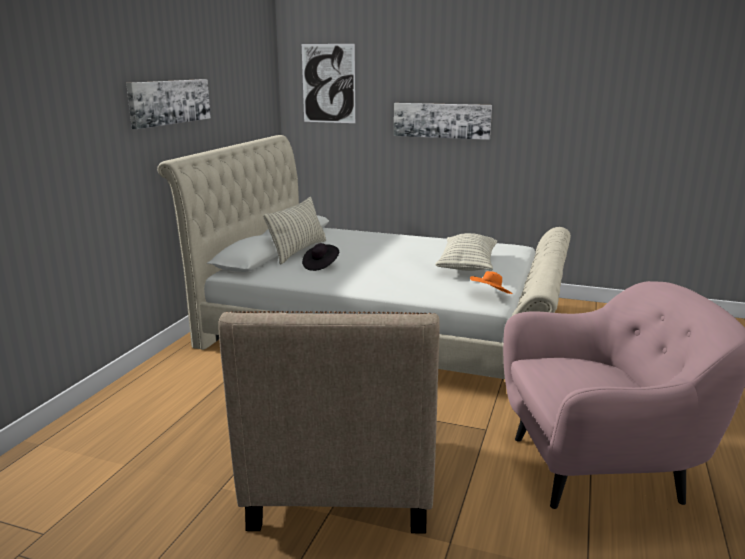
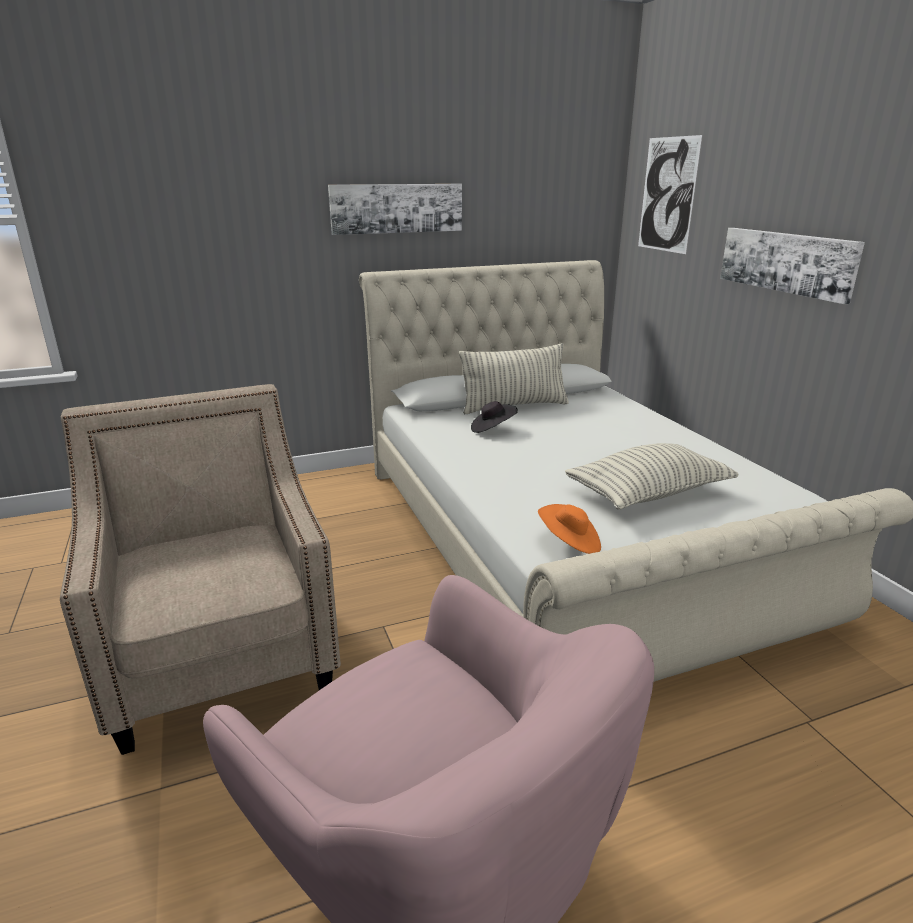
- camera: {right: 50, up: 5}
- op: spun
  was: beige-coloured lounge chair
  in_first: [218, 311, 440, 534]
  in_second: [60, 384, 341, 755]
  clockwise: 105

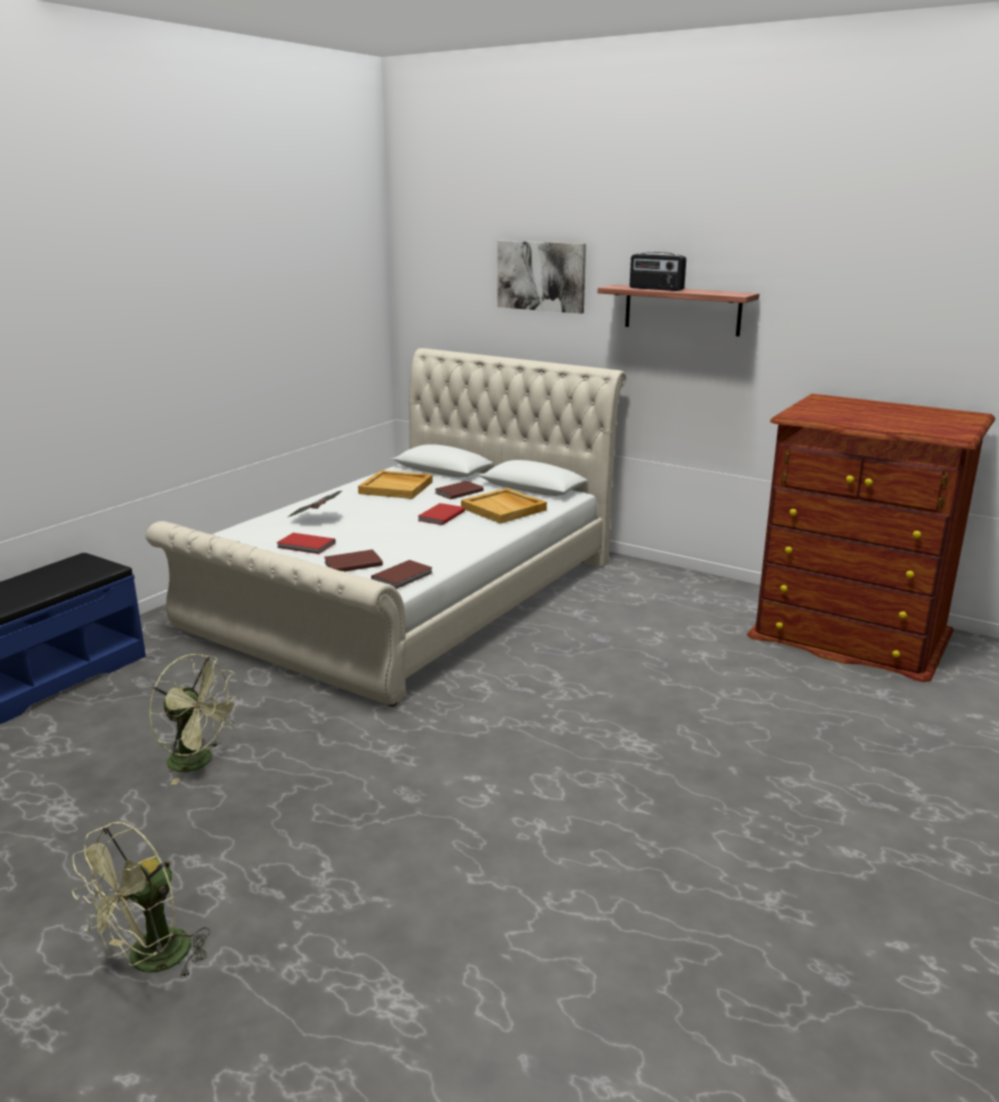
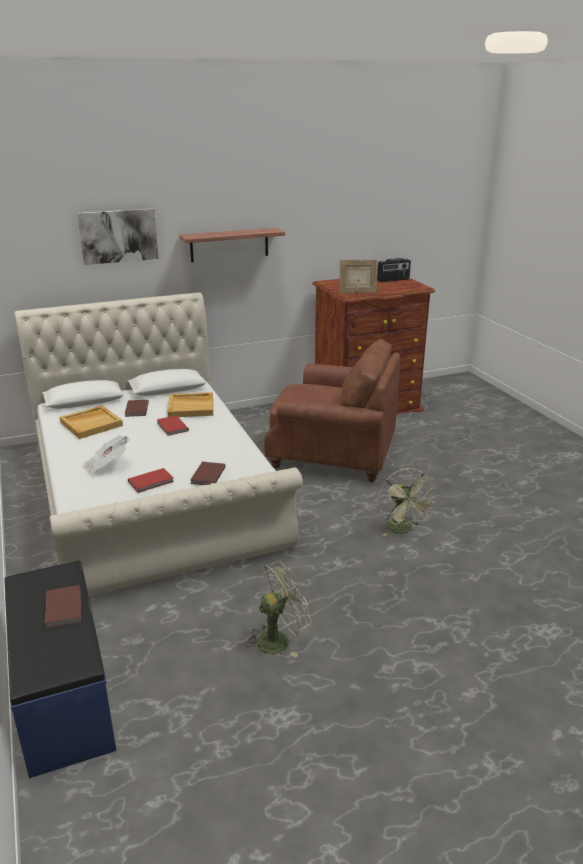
- camera: {right: -55, up: 5}
- op: appeared
  now: brown-coloured lounge chair
  in_second: [264, 338, 400, 482]
- op: appeared
  now: picture frame
  in_second: [340, 259, 377, 293]
- op: relocated
  was: green cooling fan
  in_first: [72, 822, 210, 979]
  in_second: [378, 468, 435, 537]
- op: relocated
  was: brown-coloured volume
  in_first: [371, 560, 433, 589]
  in_second: [45, 585, 81, 628]
- op: relocated
  was: radio
  in_first: [630, 252, 686, 291]
  in_second: [377, 258, 411, 282]

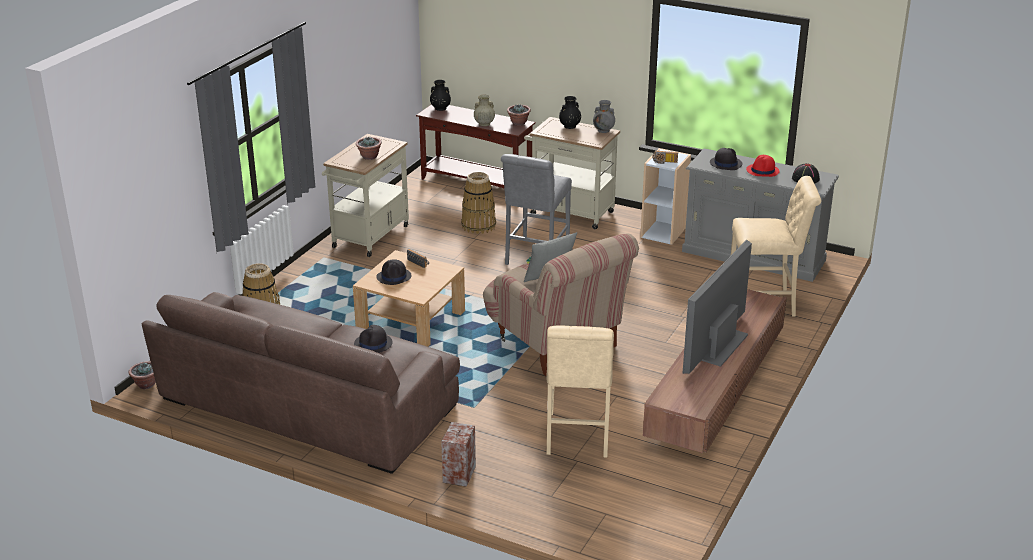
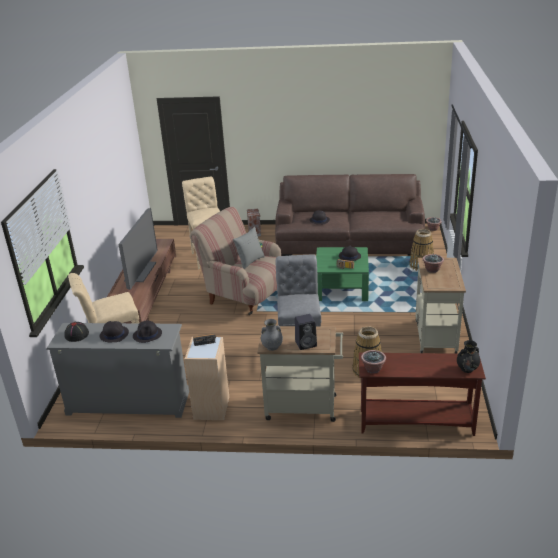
- camera: {right: 160, up: 0}
- op: missing
  was: beige-coloured vase
  in_first: [474, 94, 495, 126]
- op: exchanged
  was: black vase
  now: black loudspeaker
  in_first: [559, 96, 581, 129]
  in_second: [295, 314, 317, 350]
- op: colour
  was: brown-coloured coffee table
  now: green coffee table
  in_first: [353, 250, 465, 347]
  in_second: [316, 247, 369, 301]
- op: colour
  was: red-coloured hat
  now: black hat
  in_first: [746, 155, 780, 177]
  in_second: [99, 321, 129, 342]

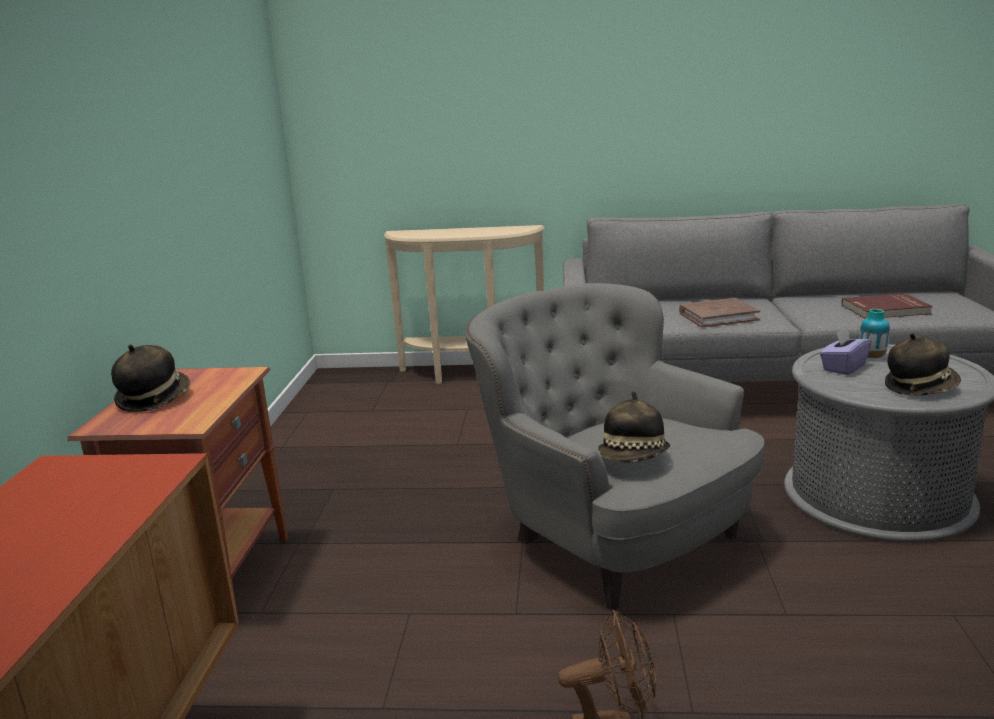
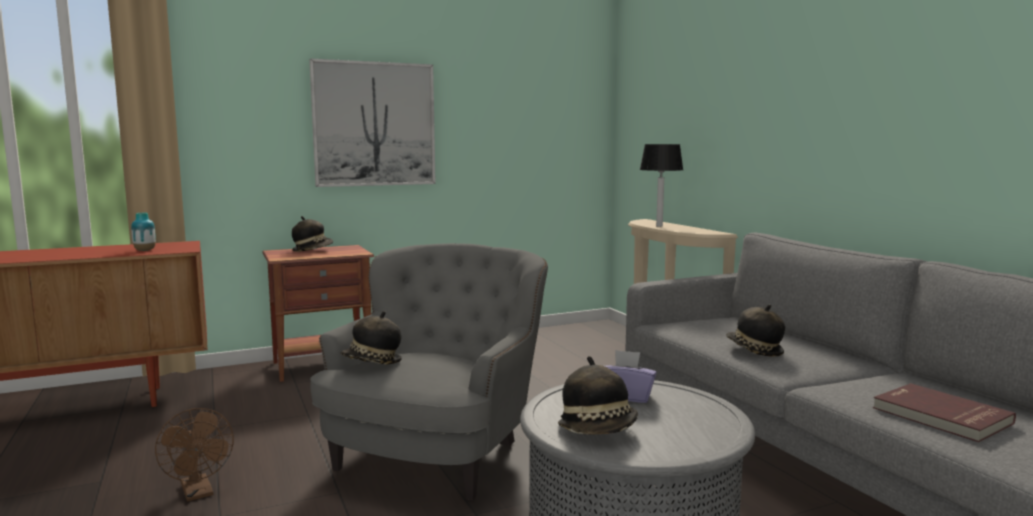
- camera: {right: 60, up: -10}
- op: appeared
  now: wall picture
  in_second: [309, 58, 436, 187]
- op: appeared
  now: tabletop lamp
  in_second: [640, 144, 683, 227]
- op: relocated
  was: vase
  in_first: [859, 309, 890, 358]
  in_second: [131, 213, 156, 251]
- op: exchanged
  was: brown-coloured volume
  now: hat
  in_first: [679, 298, 760, 328]
  in_second: [726, 305, 785, 357]

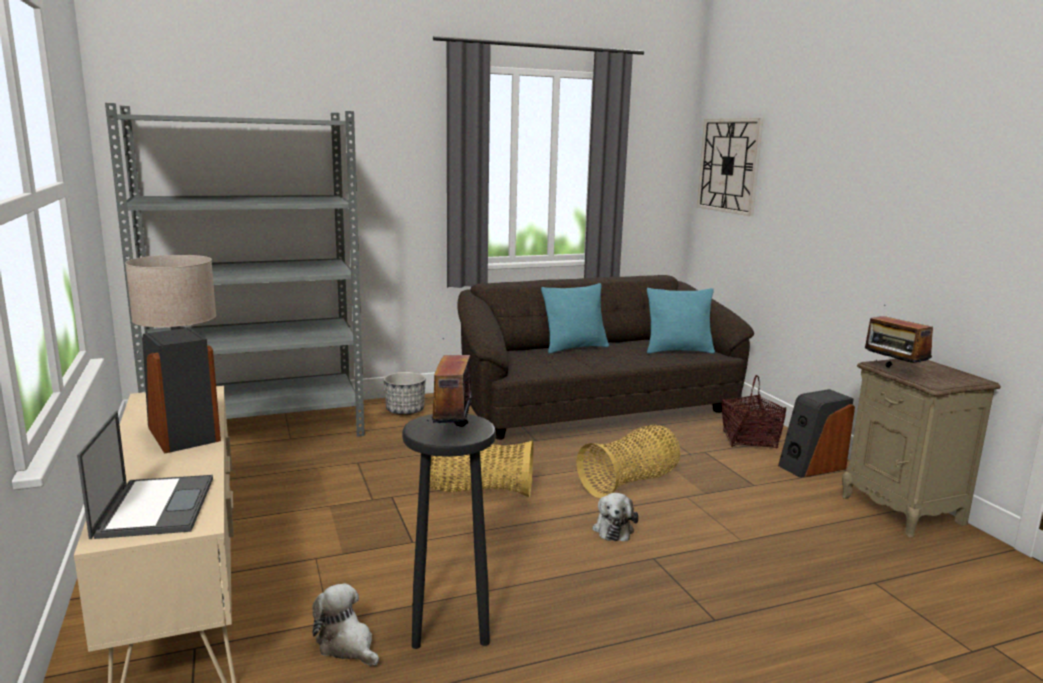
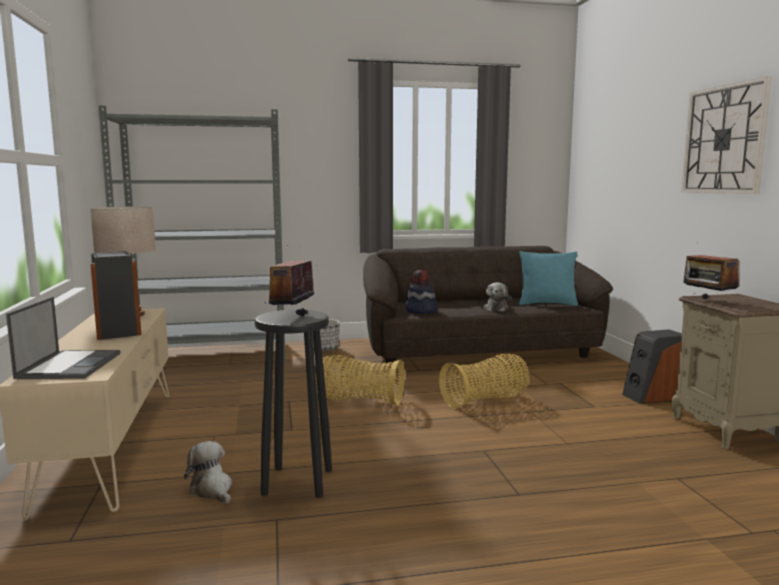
- camera: {right: 10, up: -5}
- op: missing
  was: turquoise cushion
  in_first: [541, 283, 609, 354]
- op: missing
  was: household basket
  in_first: [722, 375, 786, 449]
- op: appeared
  now: hat
  in_second: [405, 270, 437, 314]
- op: relocated
  was: soft toy
  in_first: [592, 493, 639, 541]
  in_second: [484, 282, 512, 311]
- op: relocated
  was: wall clock
  in_first: [697, 118, 763, 216]
  in_second: [681, 76, 772, 194]

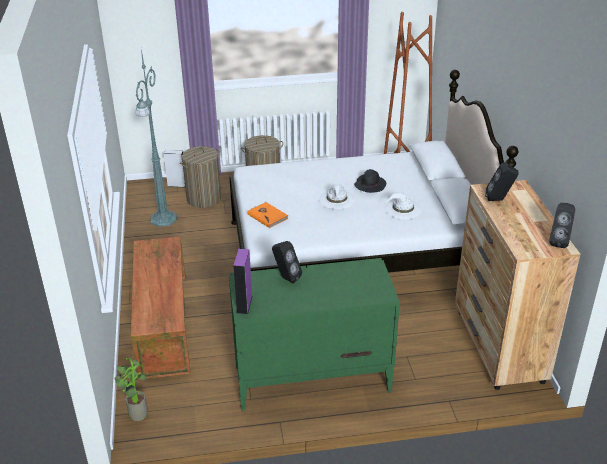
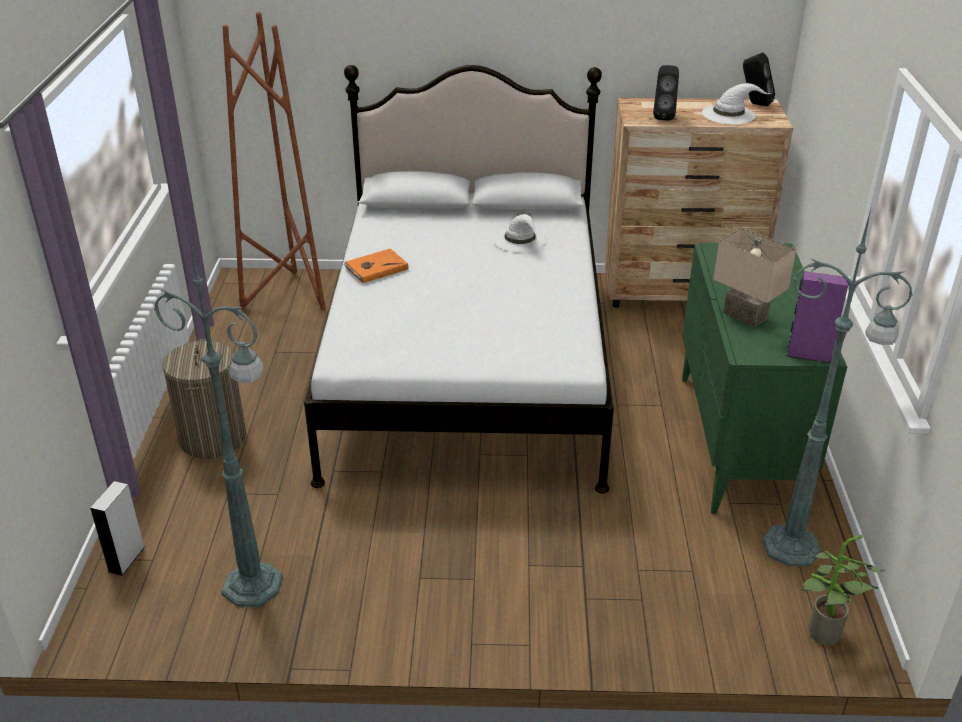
- camera: {right: -80, up: 0}
- op: missing
  was: brown-coloured bench
  in_first: [130, 236, 191, 380]
- op: missing
  was: washing basket
  in_first: [180, 146, 221, 208]
- op: missing
  was: black hat
  in_first: [354, 169, 386, 193]
- op: appeared
  now: green floor lamp
  in_second: [762, 206, 913, 566]
- op: relocated
  was: orange volume
  in_first: [247, 202, 288, 228]
  in_second: [343, 248, 408, 283]
- op: relocated
  was: white hat
  in_first: [319, 184, 355, 209]
  in_second: [702, 83, 771, 124]
- op: exchanged
  was: black loudspeaker
  now: beige-coloured tabletop lamp
  in_first: [272, 241, 302, 284]
  in_second: [713, 228, 796, 327]

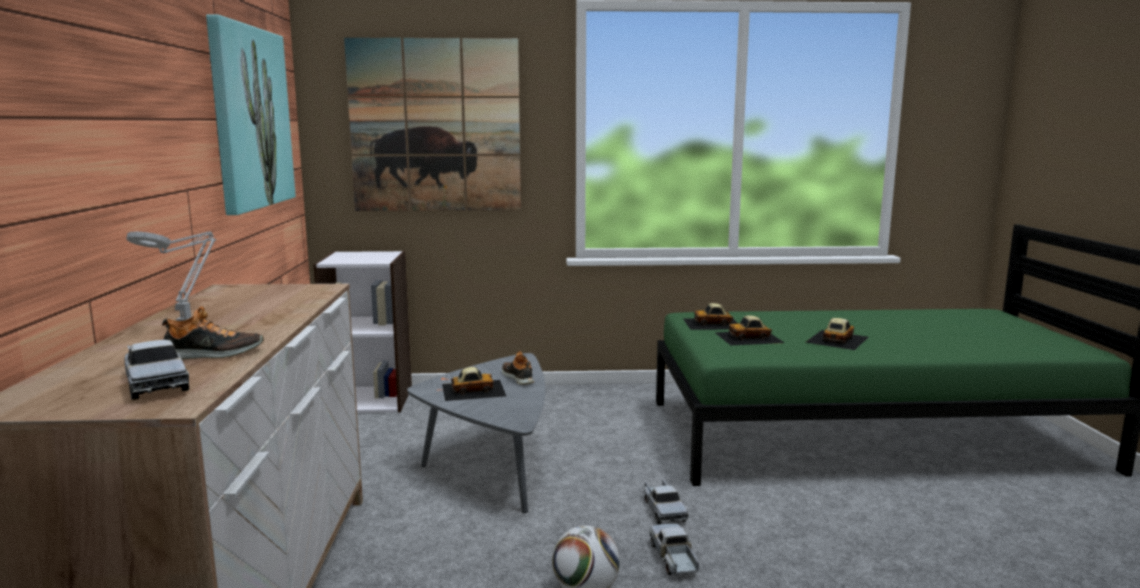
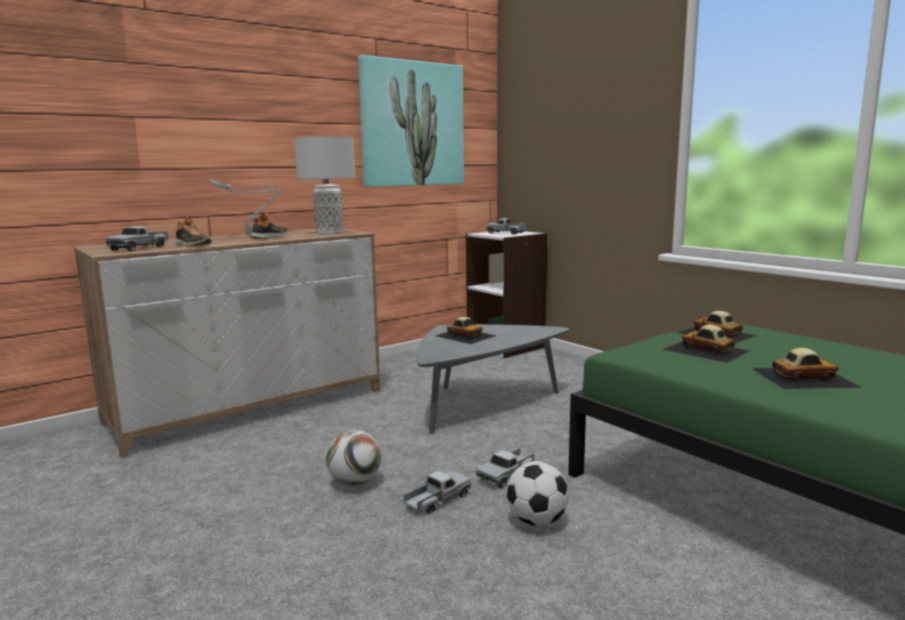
- camera: {right: 55, up: 0}
- op: missing
  was: wall picture
  in_first: [344, 37, 521, 211]
- op: appeared
  now: white tabletop lamp
  in_second: [295, 136, 356, 234]
- op: appeared
  now: model truck
  in_second: [486, 218, 527, 234]
- op: appeared
  now: football ball
  in_second: [506, 461, 569, 526]
- op: relocated
  was: item of footwear
  in_first: [502, 351, 534, 385]
  in_second: [250, 212, 288, 239]

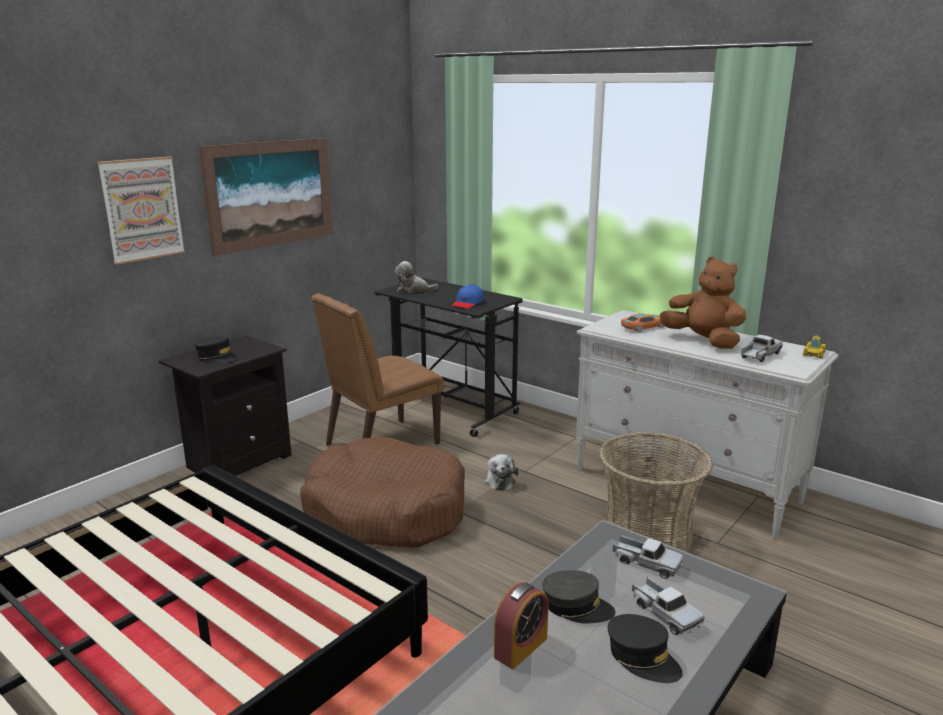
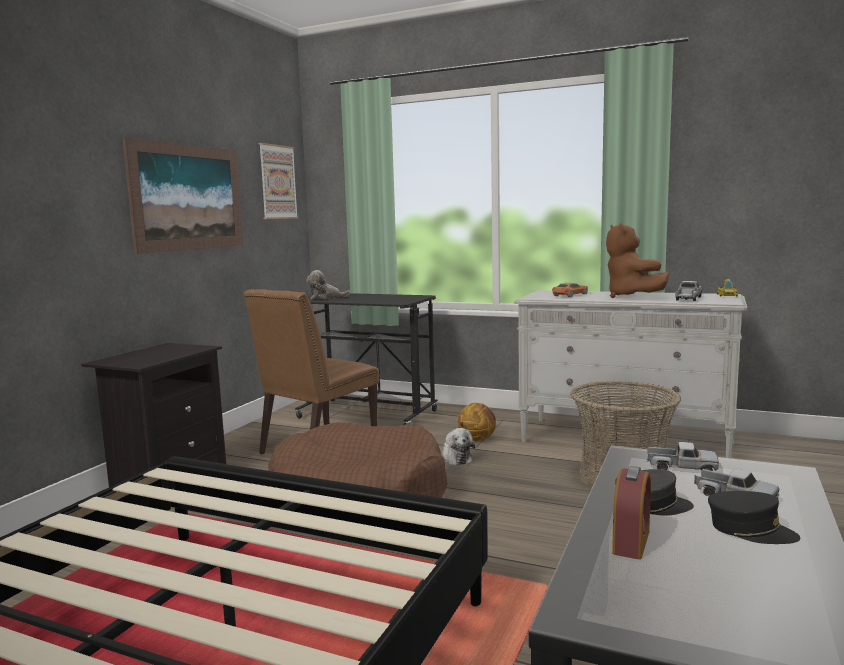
- camera: {right: -15, up: -10}
- op: missing
  was: black baseball cap
  in_first: [194, 337, 238, 363]
- op: missing
  was: blue-coloured baseball cap
  in_first: [452, 284, 483, 309]
- op: appeared
  now: basketball
  in_second: [458, 403, 496, 441]
- op: relocated
  was: wall picture
  in_first: [97, 156, 185, 265]
  in_second: [258, 143, 299, 219]
- op: spun
  was: brown-coloured soft toy
  in_first: [660, 257, 746, 349]
  in_second: [606, 223, 669, 298]
  clockwise: -135

